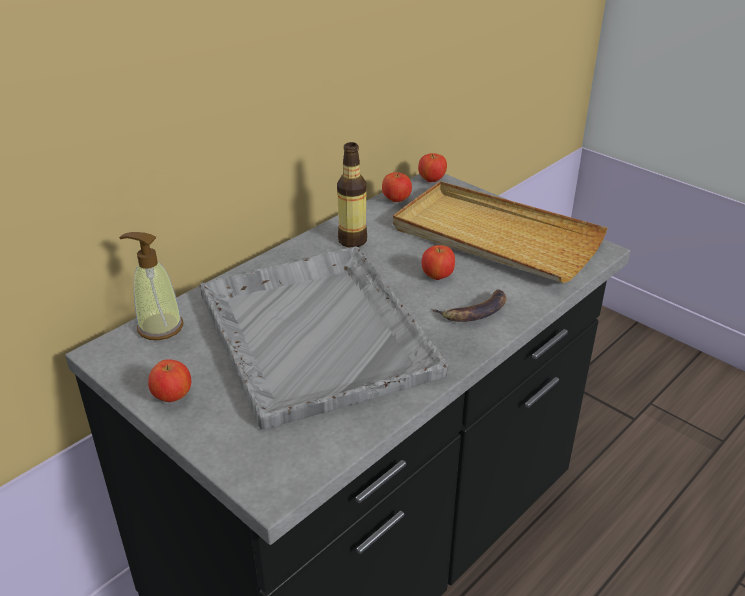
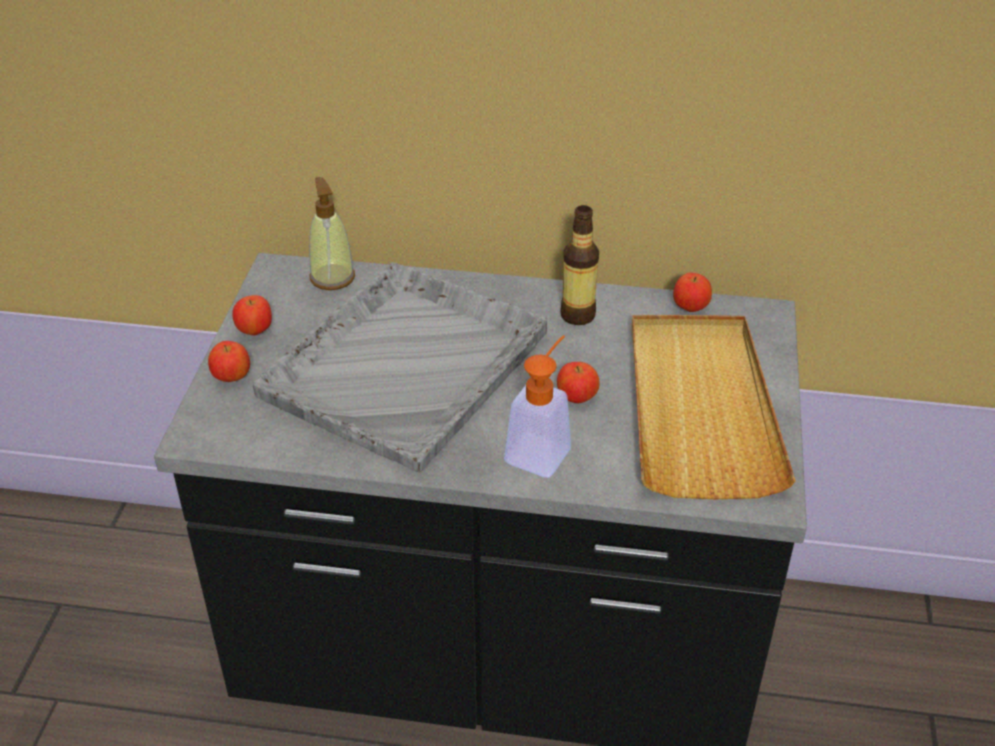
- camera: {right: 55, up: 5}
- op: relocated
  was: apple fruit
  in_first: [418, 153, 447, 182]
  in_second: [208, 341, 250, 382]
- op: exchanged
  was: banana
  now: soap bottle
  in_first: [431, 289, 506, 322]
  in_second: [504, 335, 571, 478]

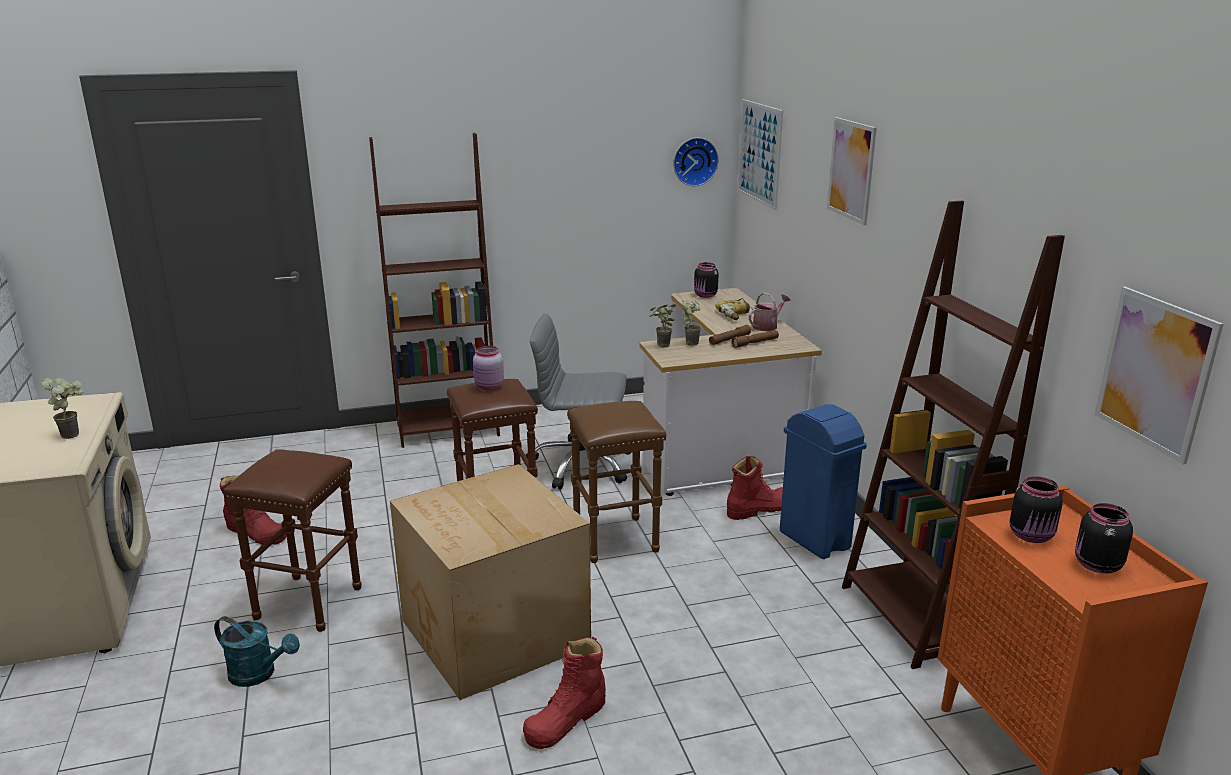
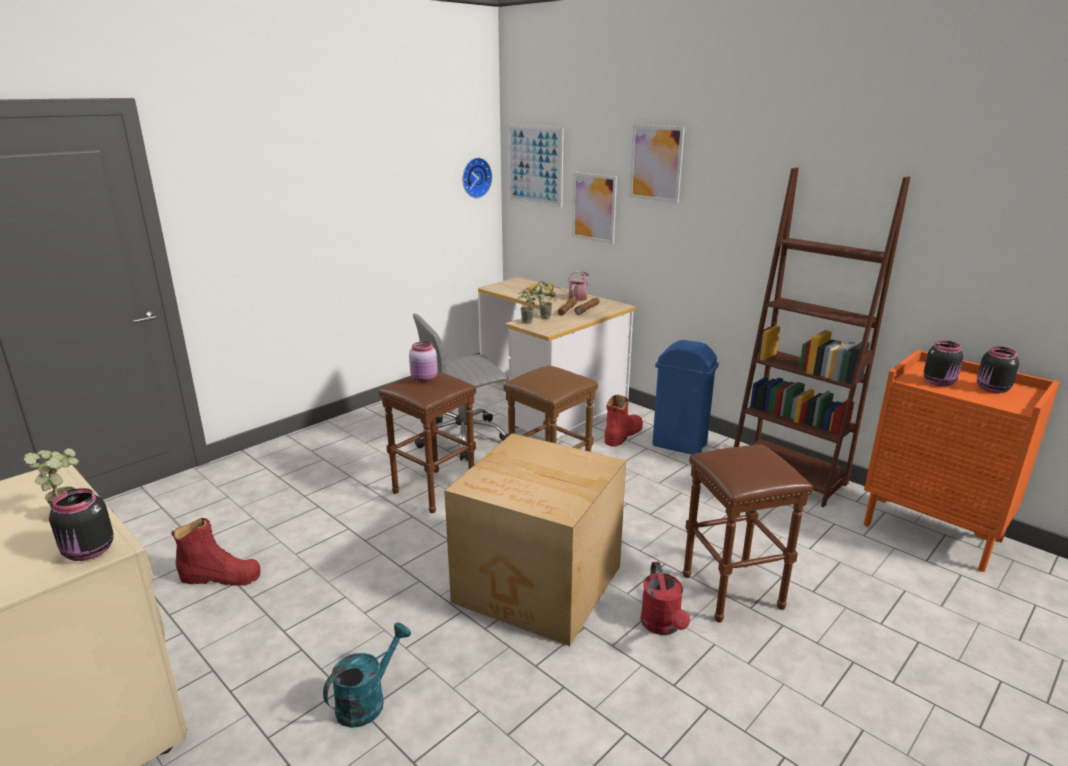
- camera: {right: -30, up: 0}
- op: missing
  was: brown-coloured bookshelf
  in_first: [369, 133, 500, 448]
- op: relocated
  was: brown-coloured sitting stool
  in_first: [224, 449, 362, 632]
  in_second: [683, 445, 813, 622]
- op: relocated
  was: black storage jar
  in_first: [694, 262, 719, 298]
  in_second: [49, 488, 113, 561]
- op: relocated
  was: wall picture
  in_first: [1094, 287, 1223, 465]
  in_second: [572, 172, 617, 244]
- op: exchanged
  was: red-coloured high-top boot
  now: red-coloured watering can
  in_first: [523, 637, 606, 749]
  in_second: [641, 562, 690, 635]
- op: spun
  was: turquoise watering can
  in_first: [214, 616, 300, 687]
  in_second: [323, 622, 411, 728]
  clockwise: -45

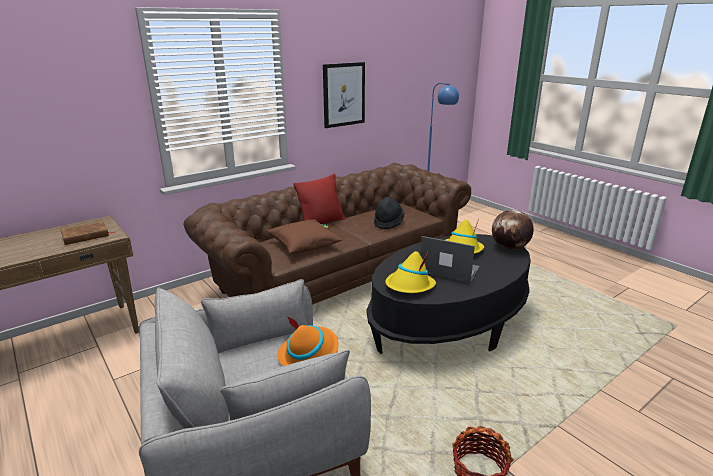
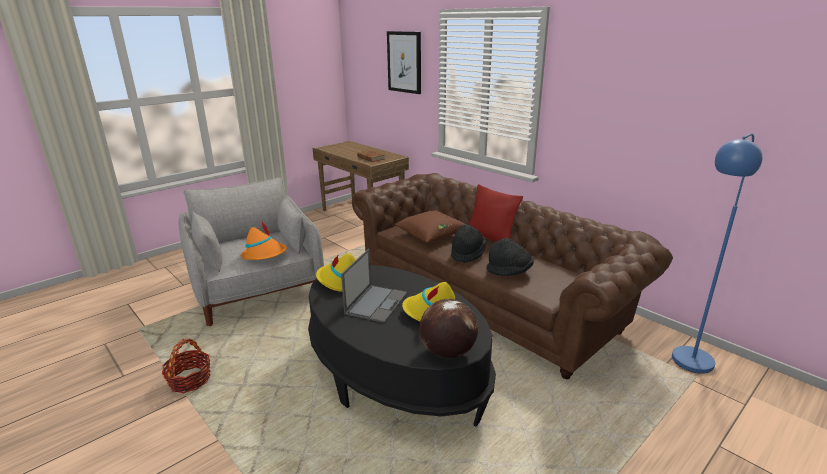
- camera: {right: 85, up: 0}
- op: appeared
  now: black hat
  in_second: [451, 225, 486, 263]
- op: relocated
  was: wall picture
  in_first: [323, 62, 365, 128]
  in_second: [387, 31, 421, 94]

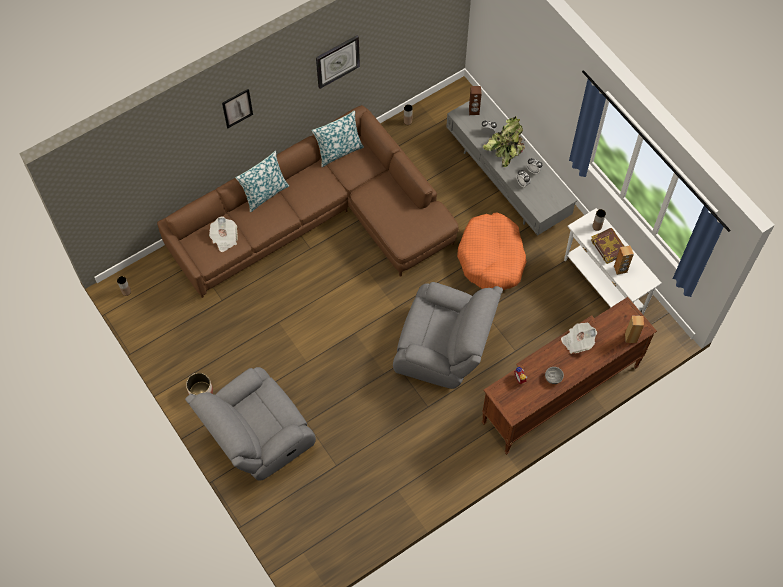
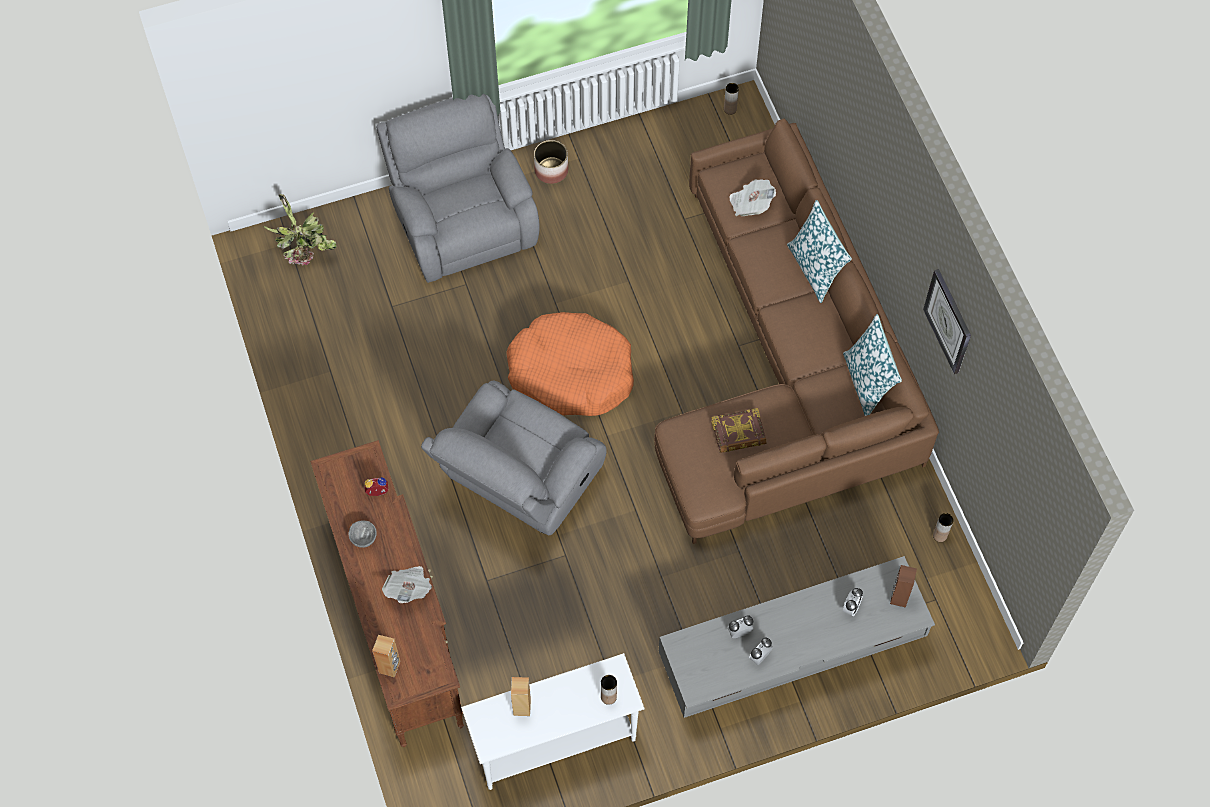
- camera: {right: 105, up: 0}
- op: missing
  was: wall picture
  in_first: [222, 89, 253, 128]
- op: relocated
  was: orange dog cushion
  in_first: [457, 212, 527, 290]
  in_second: [506, 312, 634, 416]
- op: relocated
  was: houseplant
  in_first: [483, 116, 525, 168]
  in_second: [263, 194, 337, 266]
- op: relocated
  was: volume
  in_first: [591, 228, 624, 264]
  in_second: [711, 408, 766, 453]

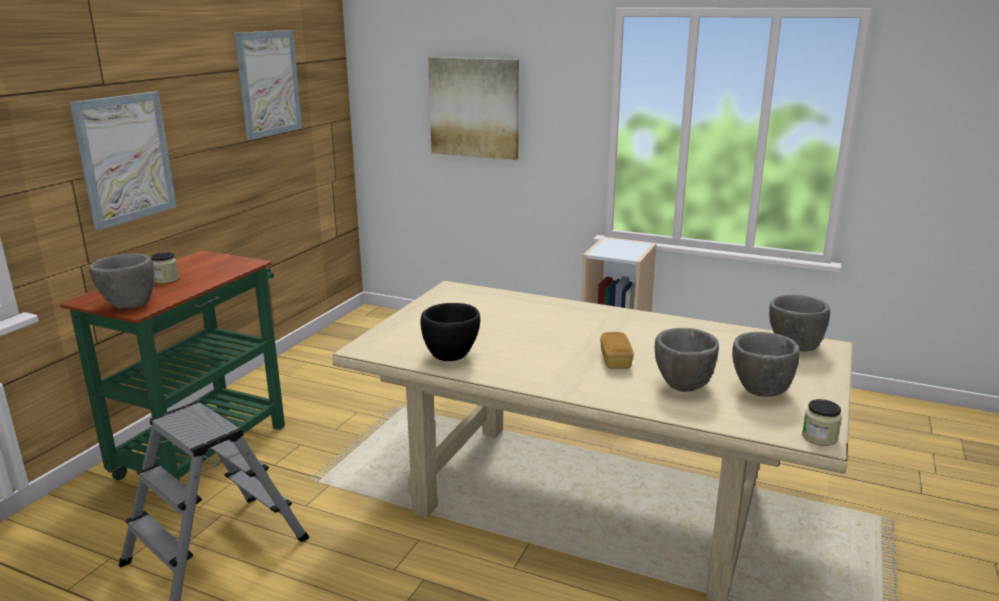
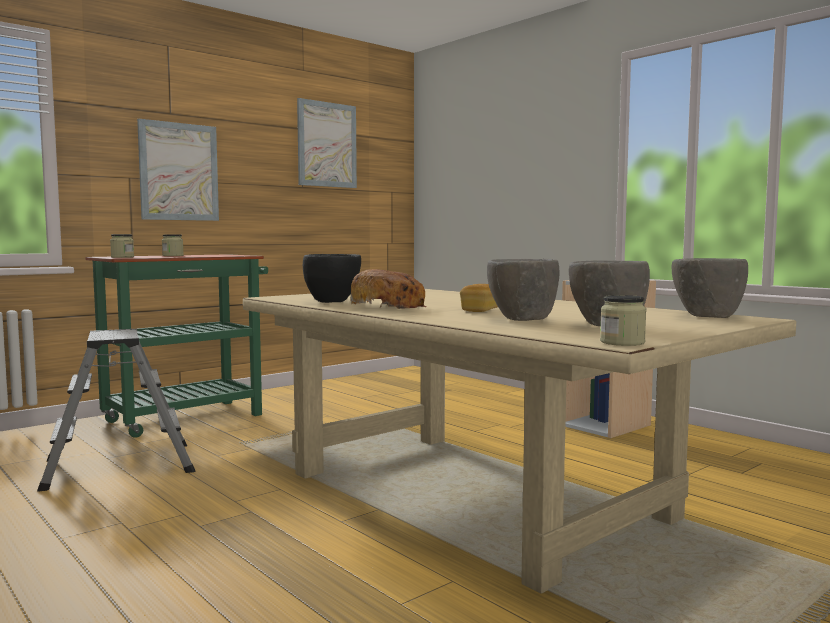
- camera: {right: 25, up: -15}
- op: missing
  was: wall picture
  in_first: [428, 57, 519, 160]
- op: appeared
  now: bakery bread
  in_second: [350, 269, 426, 309]
- op: exchanged
  was: grey bowl
  now: storage jar
  in_first: [89, 254, 154, 309]
  in_second: [110, 234, 134, 258]

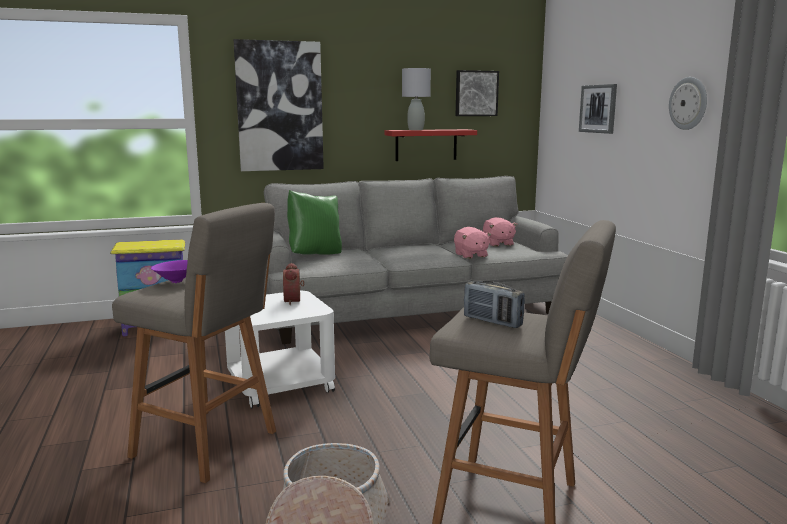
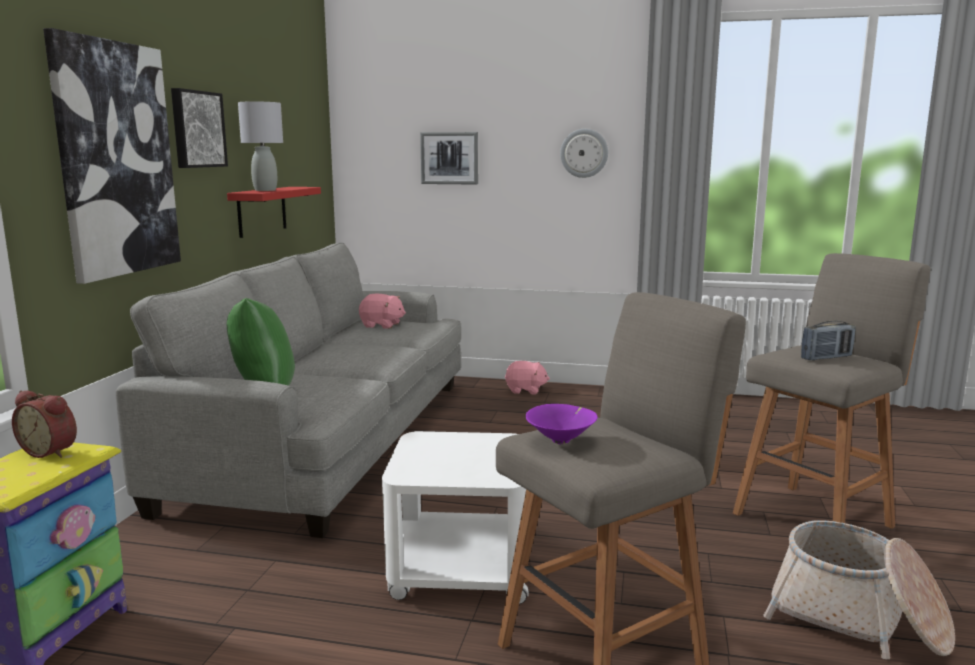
- camera: {right: -60, up: 0}
- op: relocated
  was: table clock
  in_first: [283, 263, 304, 305]
  in_second: [12, 391, 77, 458]
- op: relocated
  was: pink-coloured soft toy
  in_first: [454, 227, 491, 259]
  in_second: [505, 361, 550, 394]
- op: relocated
  was: wall picture
  in_first: [456, 70, 499, 116]
  in_second: [171, 88, 228, 168]

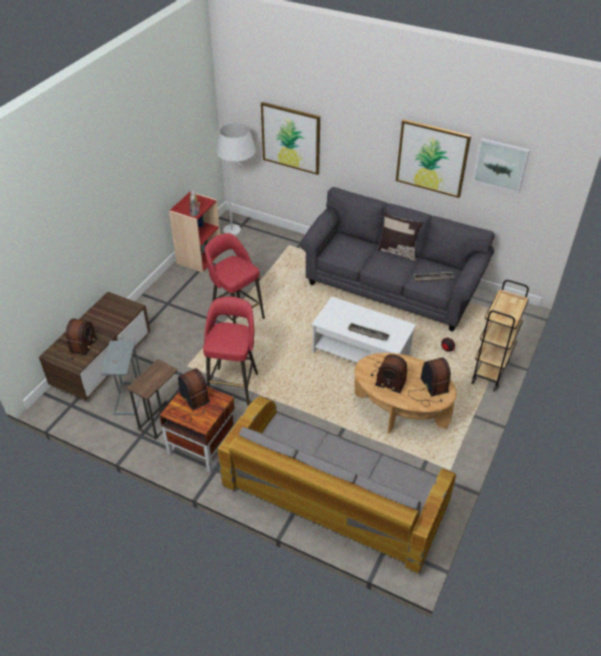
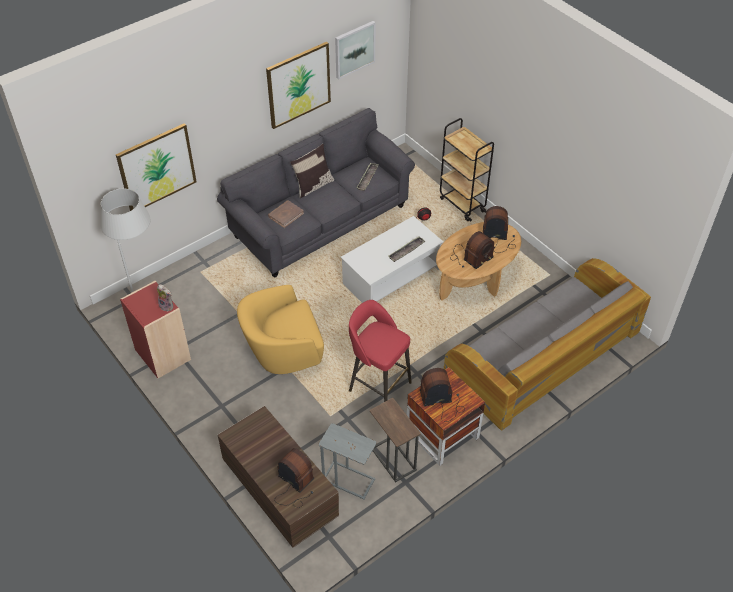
- camera: {right: -65, up: 5}
- op: appeared
  now: brown-coloured volume
  in_second: [268, 200, 304, 228]
- op: exchanged
  was: red-coloured sitting stool
  now: yellow-coloured lounge chair
  in_first: [205, 233, 265, 324]
  in_second: [237, 285, 324, 374]

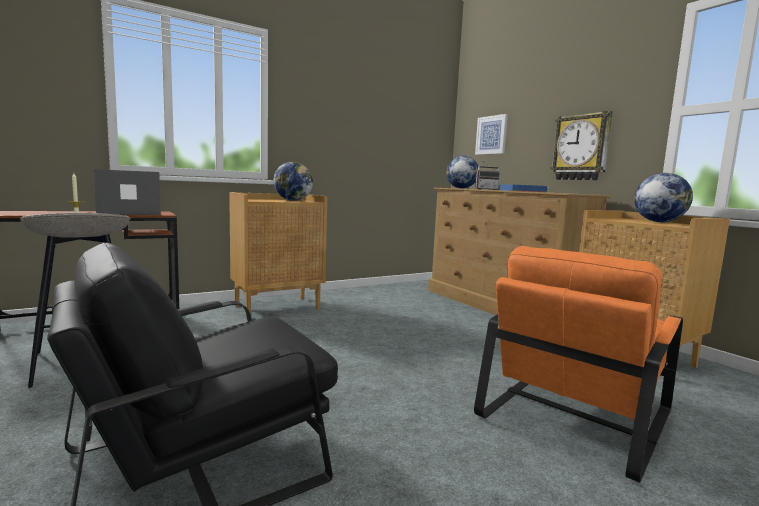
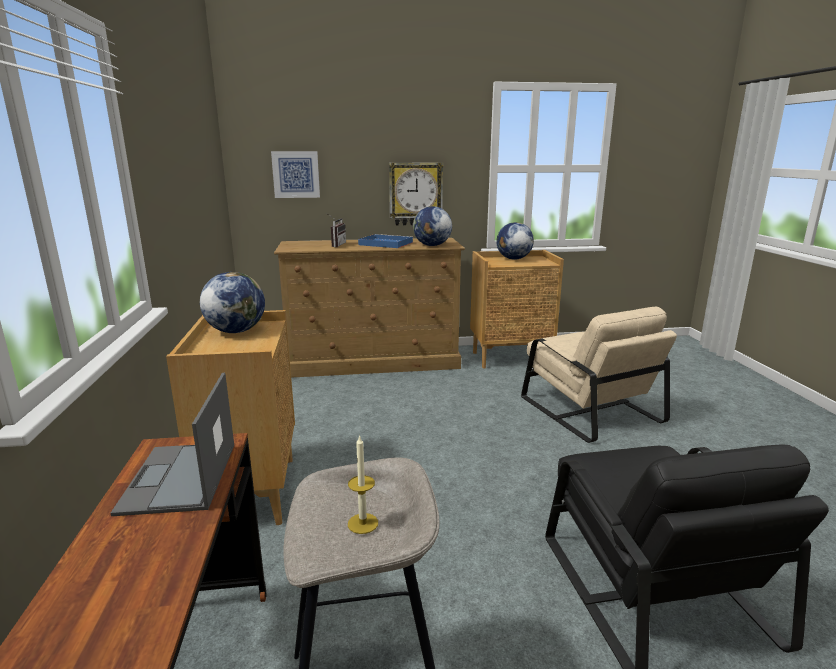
- camera: {right: -65, up: 10}
- op: relocated
  was: world globe
  in_first: [446, 155, 478, 189]
  in_second: [413, 206, 452, 246]
- op: colour
  was: orange lounge chair
  now: beige-coloured lounge chair
  in_first: [474, 246, 683, 483]
  in_second: [521, 307, 677, 443]

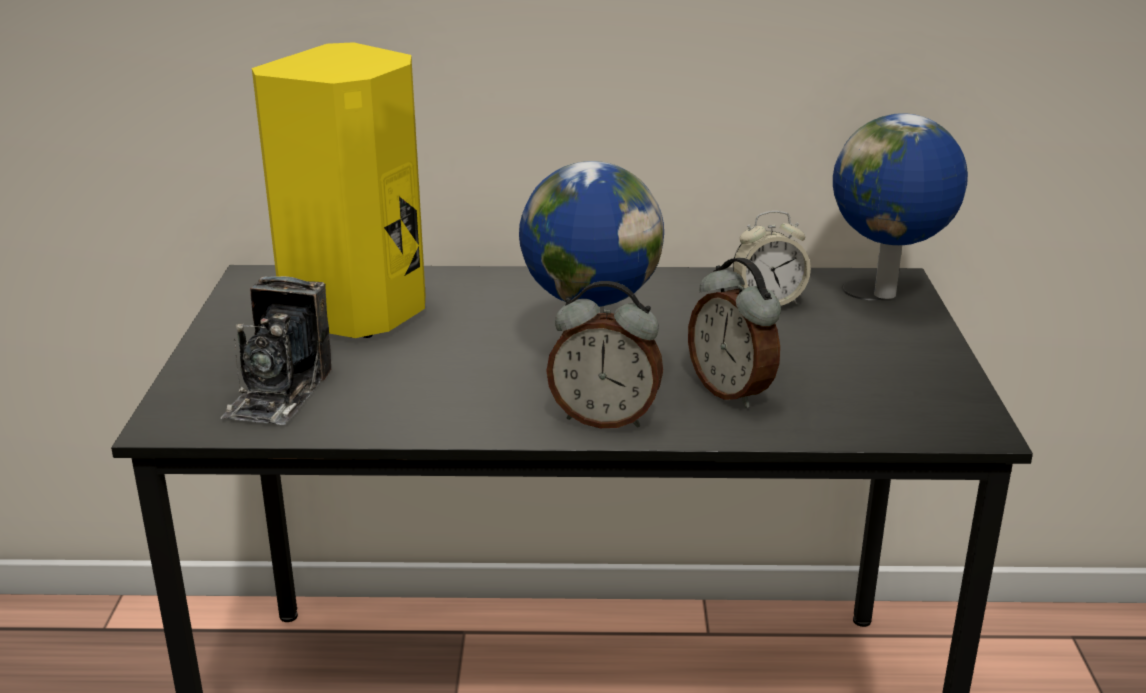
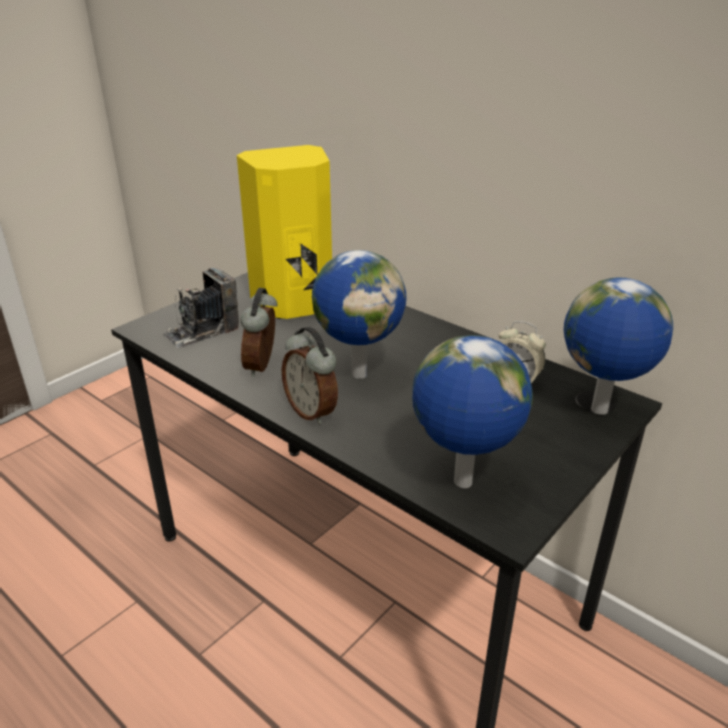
- camera: {right: 40, up: 5}
- op: appeared
  now: world globe
  in_second: [412, 335, 533, 488]
- op: relocated
  was: table clock
  in_first: [688, 258, 781, 408]
  in_second: [240, 288, 277, 377]

